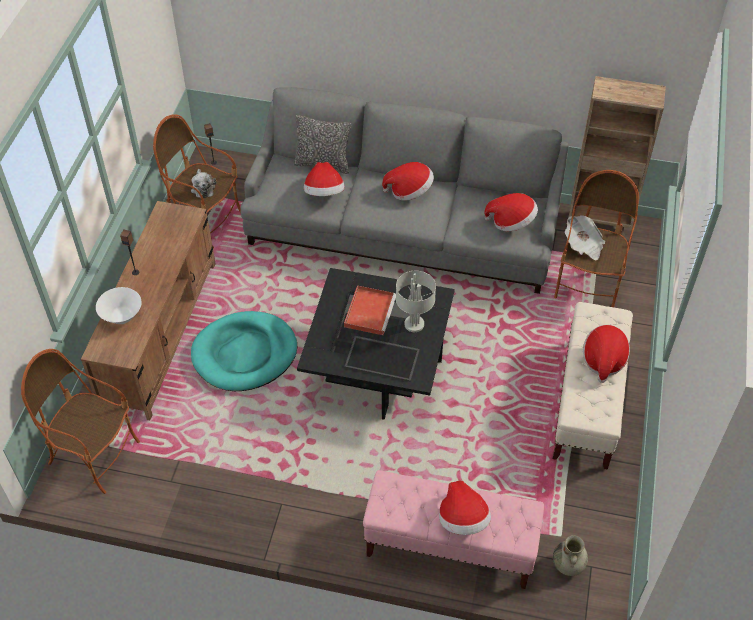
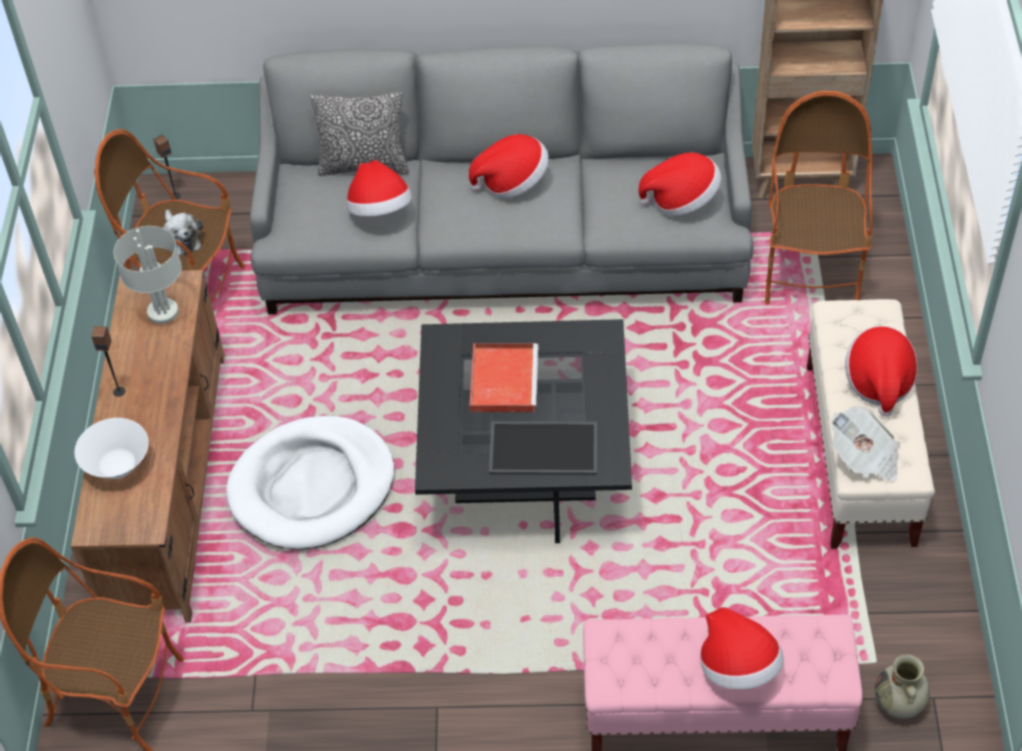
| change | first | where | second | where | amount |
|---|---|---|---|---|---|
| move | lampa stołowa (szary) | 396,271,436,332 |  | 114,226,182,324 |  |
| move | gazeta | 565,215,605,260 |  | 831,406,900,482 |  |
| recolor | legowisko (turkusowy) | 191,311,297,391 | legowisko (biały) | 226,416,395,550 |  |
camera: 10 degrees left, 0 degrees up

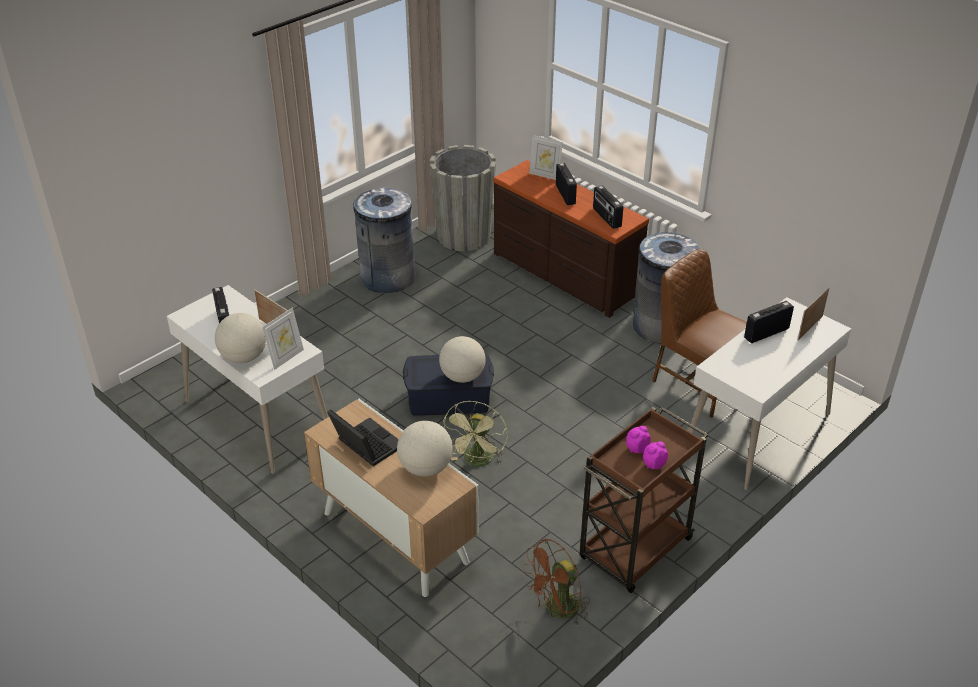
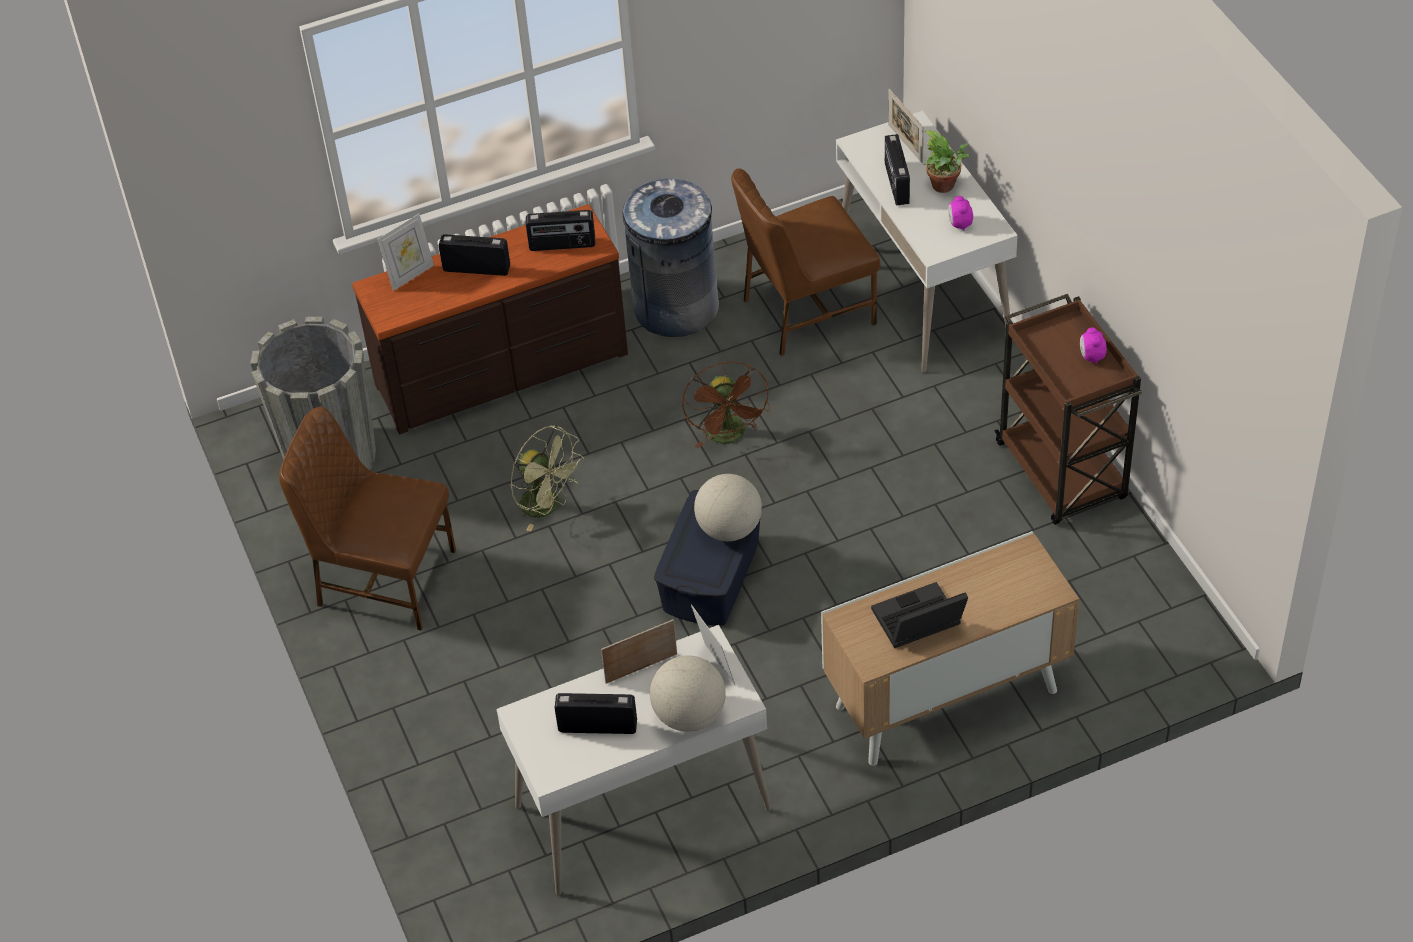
| change | first | where | second | where | amount |
|---|---|---|---|---|---|
| delete | globus | 397,421,453,477 |  |  |  |
| insert |  |  | roślina doniczkowa | 924,130,970,193 |  |
| move | wentylator (zielony) | 443,401,508,466 |  | 510,425,584,531 |  |
| move | wentylator (brązowy) | 523,538,590,625 |  | 682,362,770,448 |  |
| move | budzik | 626,426,651,453 |  | 948,196,973,231 |  |
| replace | kosz na śmieci (szary) | 353,188,416,293 | krzesło (brązowy) | 279,407,456,631 |  |
camera: 65 degrees left, 10 degrees up

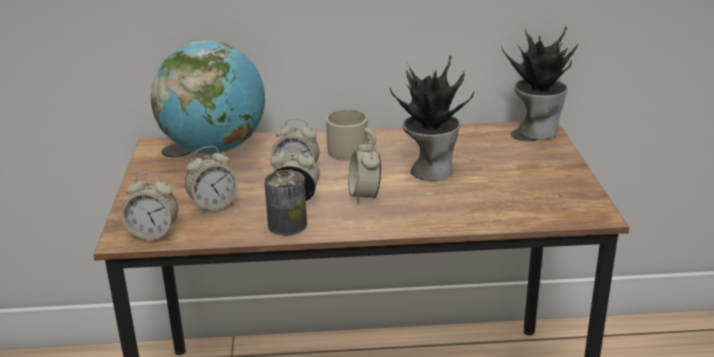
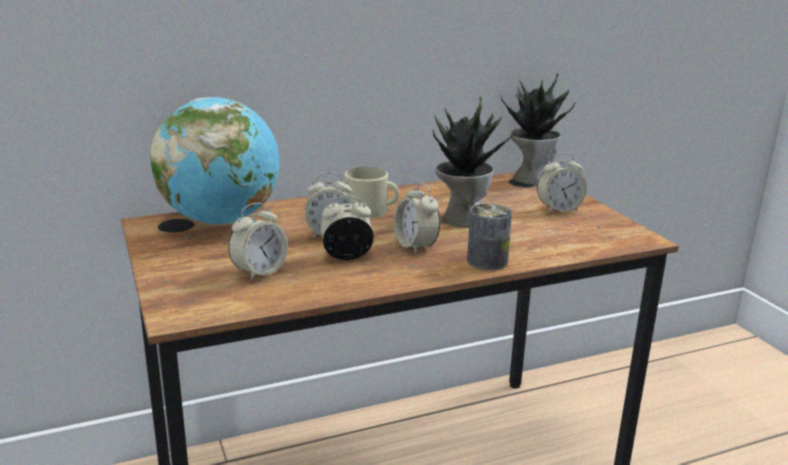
| change | first | where | second | where | amount |
|---|---|---|---|---|---|
| move | budzik | 121,173,178,240 |  | 537,153,587,214 |  |
| move | puszka | 264,170,307,236 |  | 467,203,512,271 |  |
camera: 20 degrees left, 5 degrees down

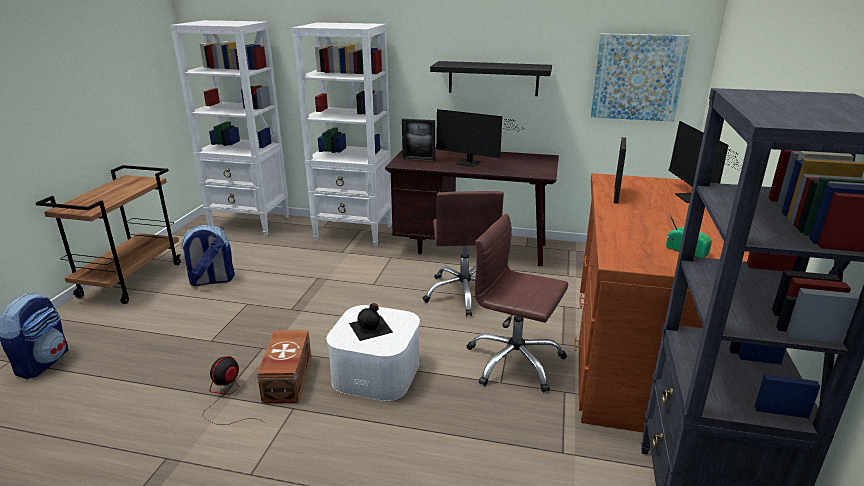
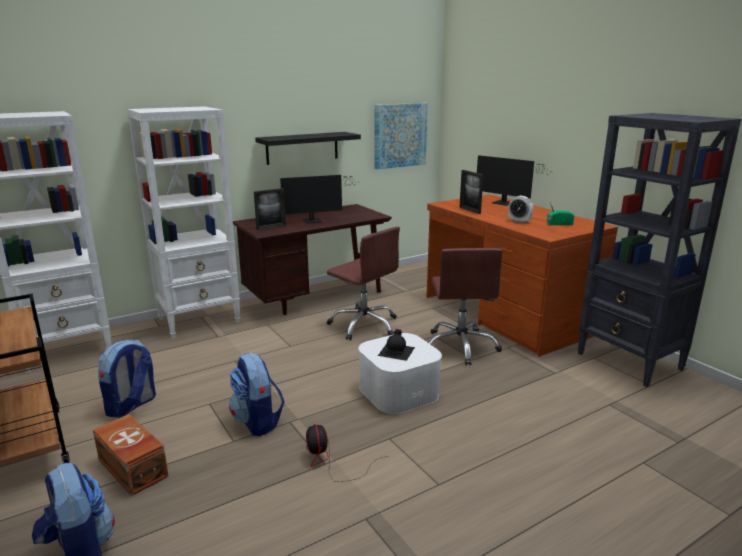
| change | first | where | second | where | amount |
|---|---|---|---|---|---|
| insert |  |  | plecak | 229,353,285,436 |  |
| insert |  |  | budzik | 508,196,533,224 |  |
| move | pojemnik do przechowywania (brązowy) | 257,330,311,403 |  | 93,414,169,496 |  |
| rotate | krzesło biurowe (brązowy) | 467,213,568,393 |  | 428,248,503,365 | 75 degrees counterclockwise |
camera: 45 degrees left, 5 degrees down

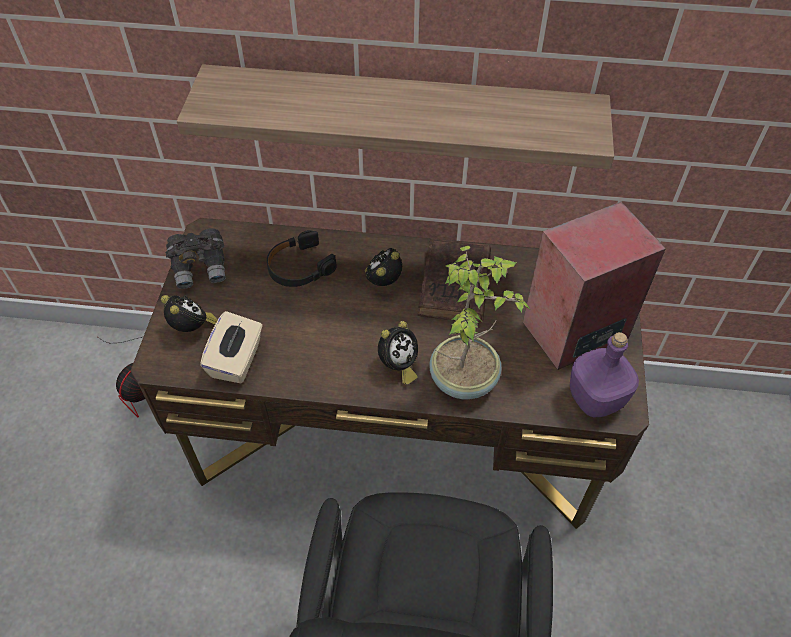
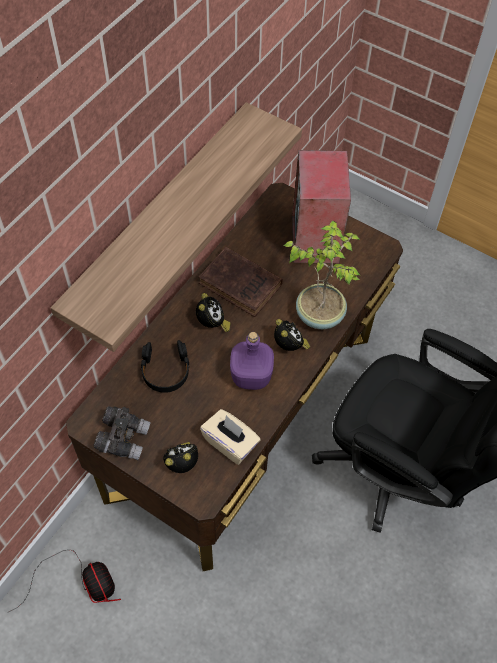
| change | first | where | second | where | amount |
|---|---|---|---|---|---|
| move | butelka (fioletowy) | 570,332,639,417 |  | 230,332,274,390 |  |
| rotate | budzik | 365,248,402,286 |  | 196,293,231,332 | 150 degrees counterclockwise |
camera: 65 degrees left, 5 degrees up

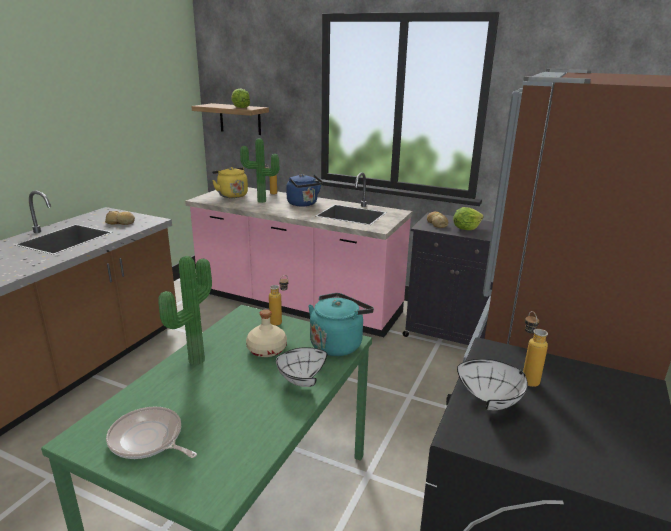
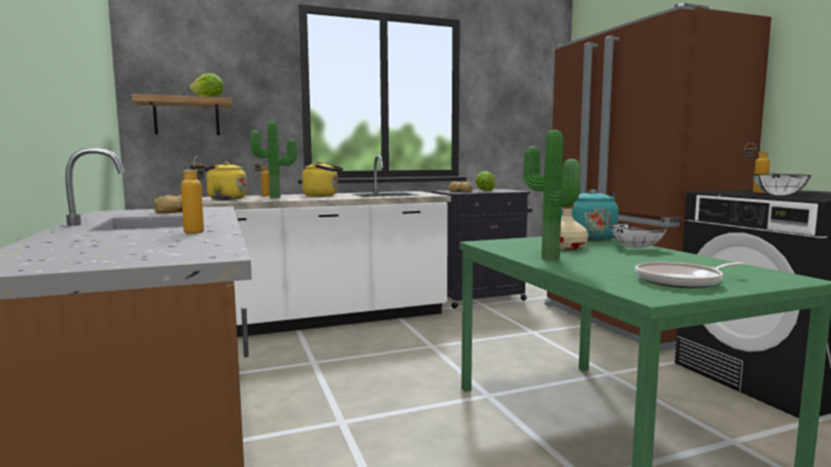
| change | first | where | second | where | amount |
|---|---|---|---|---|---|
| move | butelka | 269,275,288,326 |  | 181,156,205,234 |  |
| recolor | zabudowa kuchenna (różowy) | 185,172,413,337 | zabudowa kuchenna (biały) | 202,155,451,337 |  |
| recolor | czajnik (niebieski) | 286,174,323,207 | czajnik (żółty) | 302,161,343,196 |  |
camera: 45 degrees left, 15 degrees down

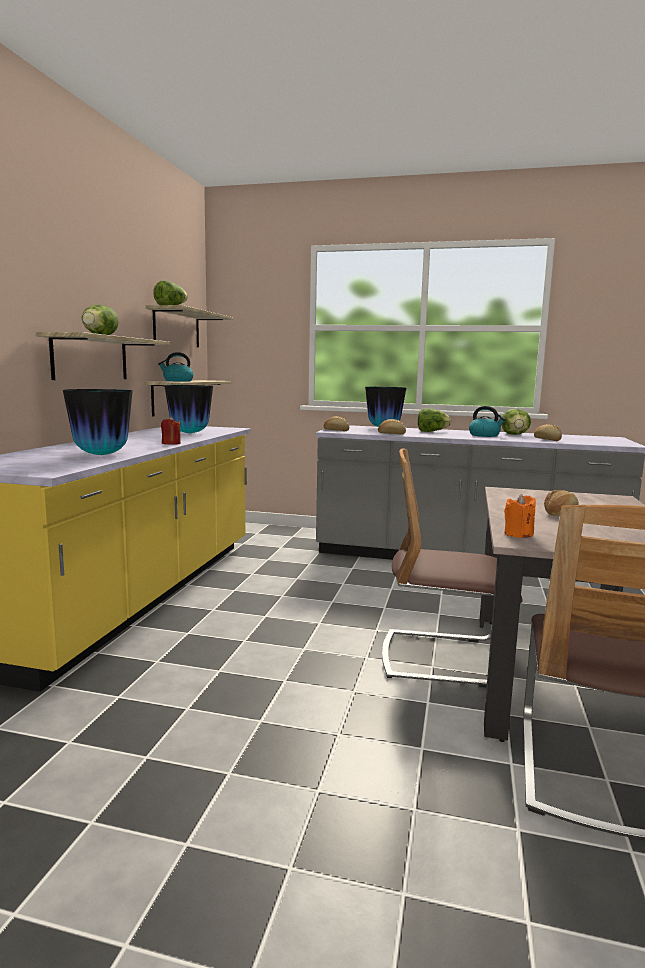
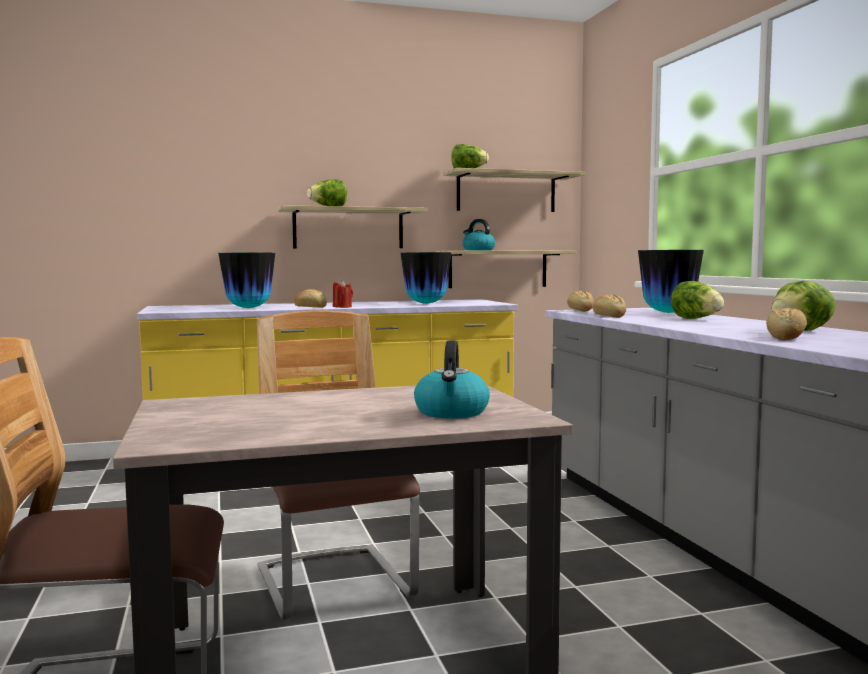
| change | first | where | second | where | amount |
|---|---|---|---|---|---|
| delete | świeca (pomarańczowy) | 504,494,536,538 |  |  |  |
| move | czajnik | 469,406,506,437 |  | 414,341,490,419 |  |
| move | chleb | 544,490,579,516 |  | 294,289,327,308 |  |
camera: 60 degrees right, 5 degrees down

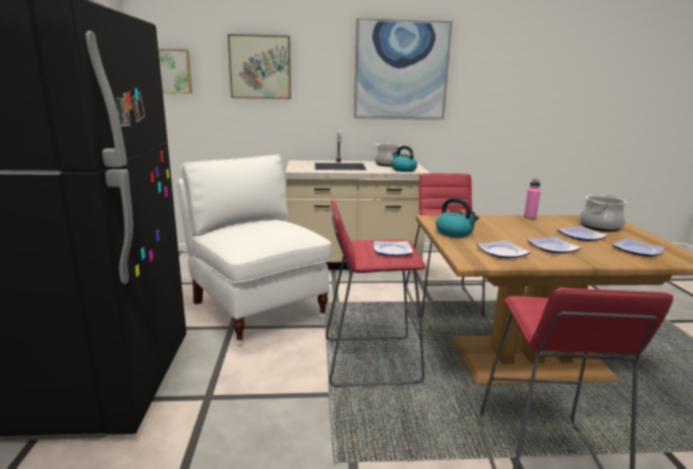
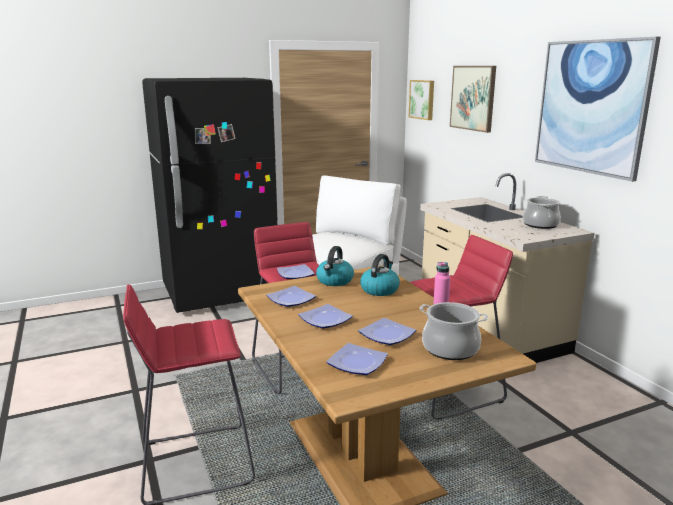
| change | first | where | second | where | amount |
|---|---|---|---|---|---|
| move | czajnik | 392,146,417,172 |  | 360,254,400,296 |  |
camera: 70 degrees right, 0 degrees up

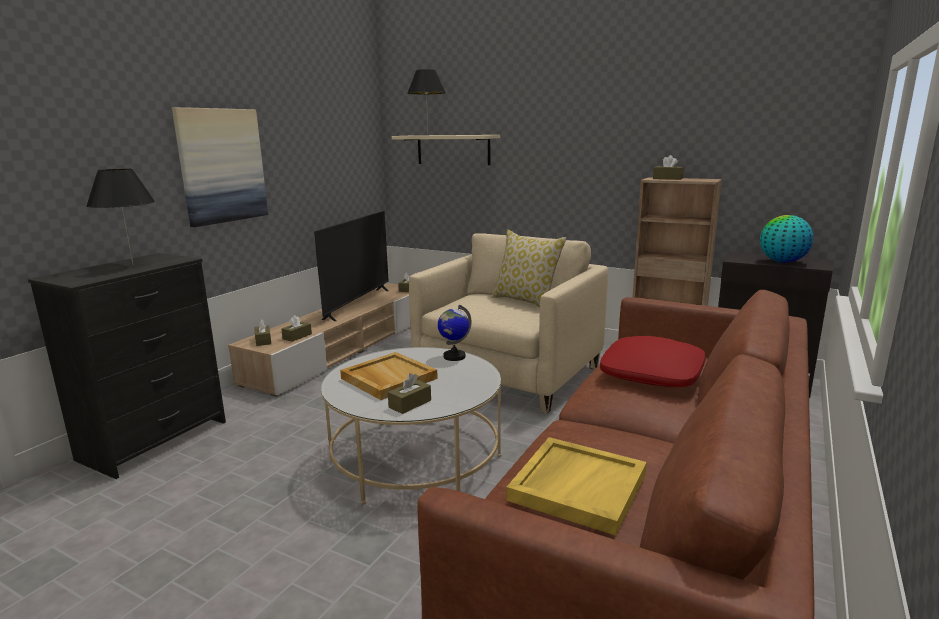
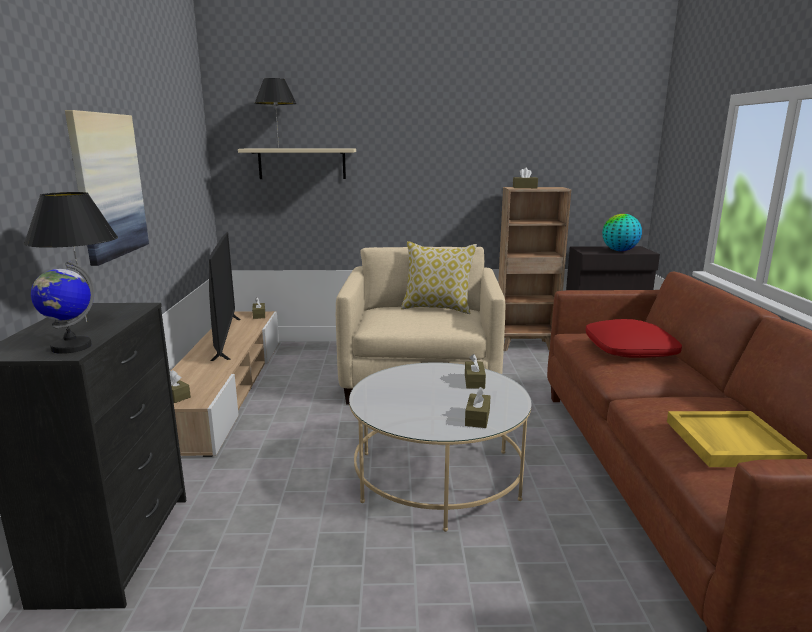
| change | first | where | second | where | amount |
|---|---|---|---|---|---|
| delete | taca (beżowy) | 340,352,438,400 |  |  |  |
| move | pudełko chusteczek (brązowy) | 281,315,312,342 |  | 465,354,486,389 |  |
| move | globus | 438,305,472,361 |  | 31,261,94,354 |  |
camera: 30 degrees left, 0 degrees up

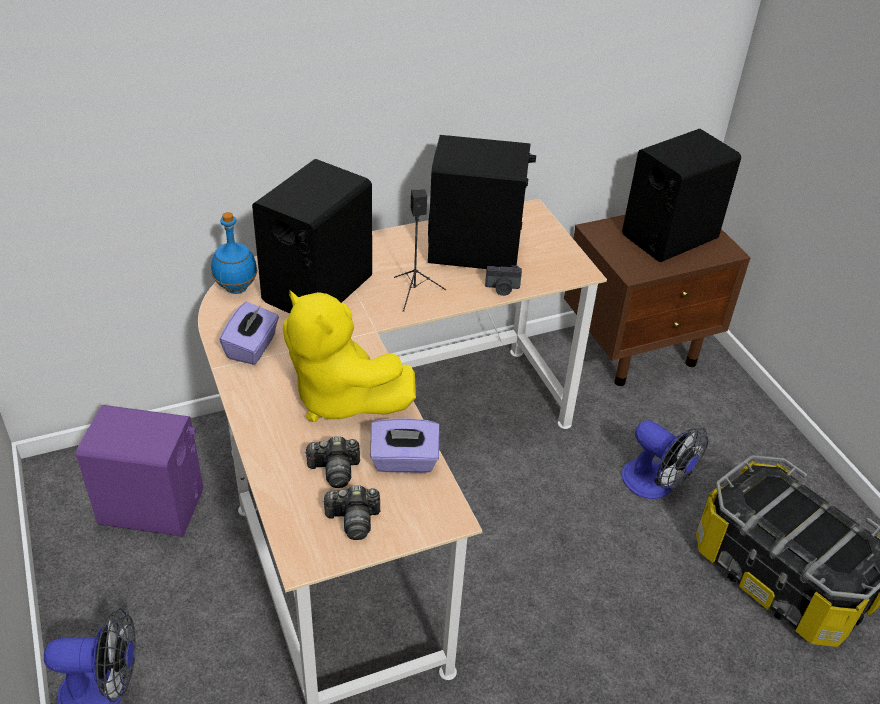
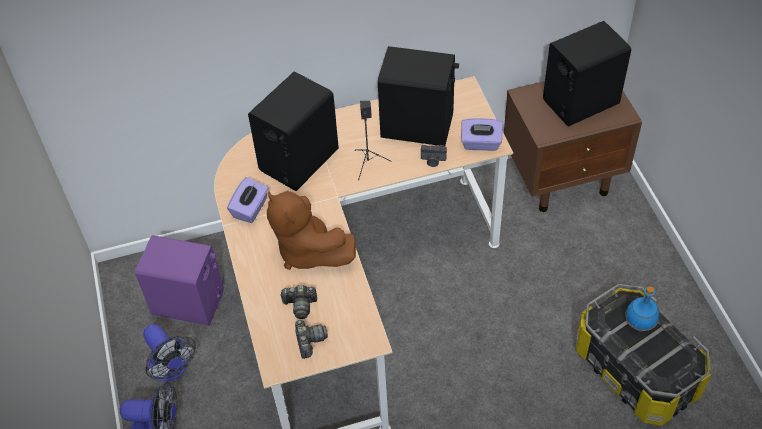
| change | first | where | second | where | amount |
|---|---|---|---|---|---|
| move | butelka (niebieski) | 211,212,257,294 |  | 625,286,659,331 |  |
| move | pudełko chusteczek (fioletowy) | 370,418,439,473 |  | 461,118,503,151 |  |
| move | wentylator | 621,420,708,499 |  | 143,324,196,382 |  |
| recolor | pluszak (żółty) | 283,290,416,422 | pluszak (brązowy) | 267,191,356,270 |  |
| rotate | aparat fotograficzny | 322,485,380,540 |  | 295,320,328,359 | 105 degrees counterclockwise |
camera: 10 degrees right, 10 degrees up

